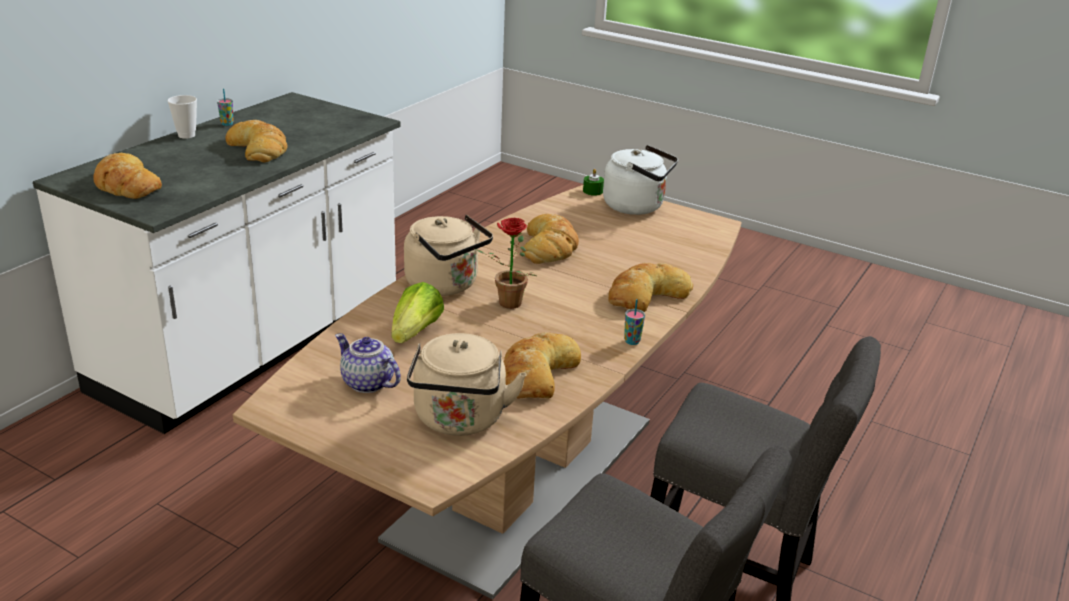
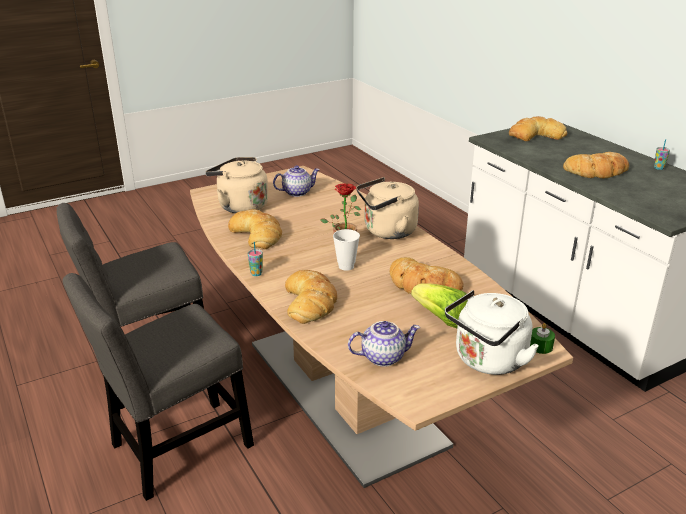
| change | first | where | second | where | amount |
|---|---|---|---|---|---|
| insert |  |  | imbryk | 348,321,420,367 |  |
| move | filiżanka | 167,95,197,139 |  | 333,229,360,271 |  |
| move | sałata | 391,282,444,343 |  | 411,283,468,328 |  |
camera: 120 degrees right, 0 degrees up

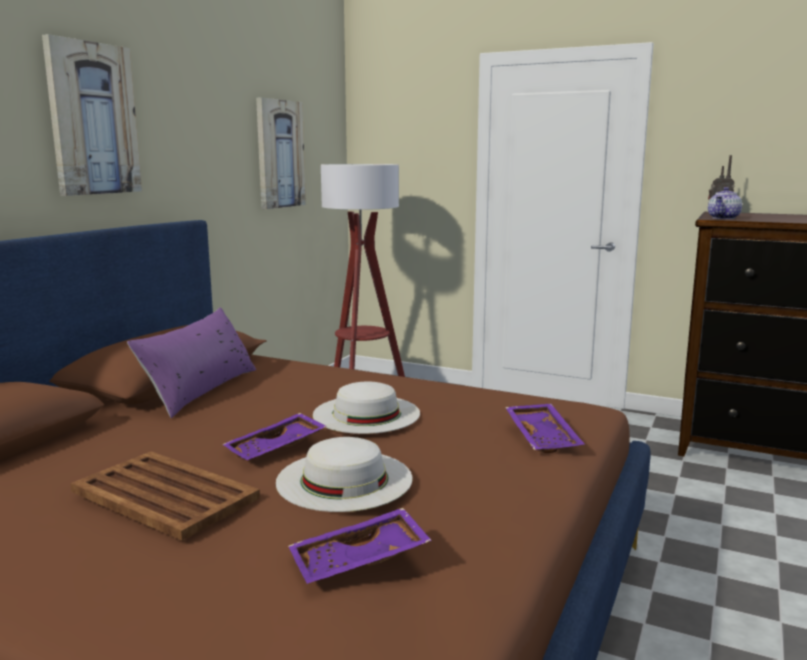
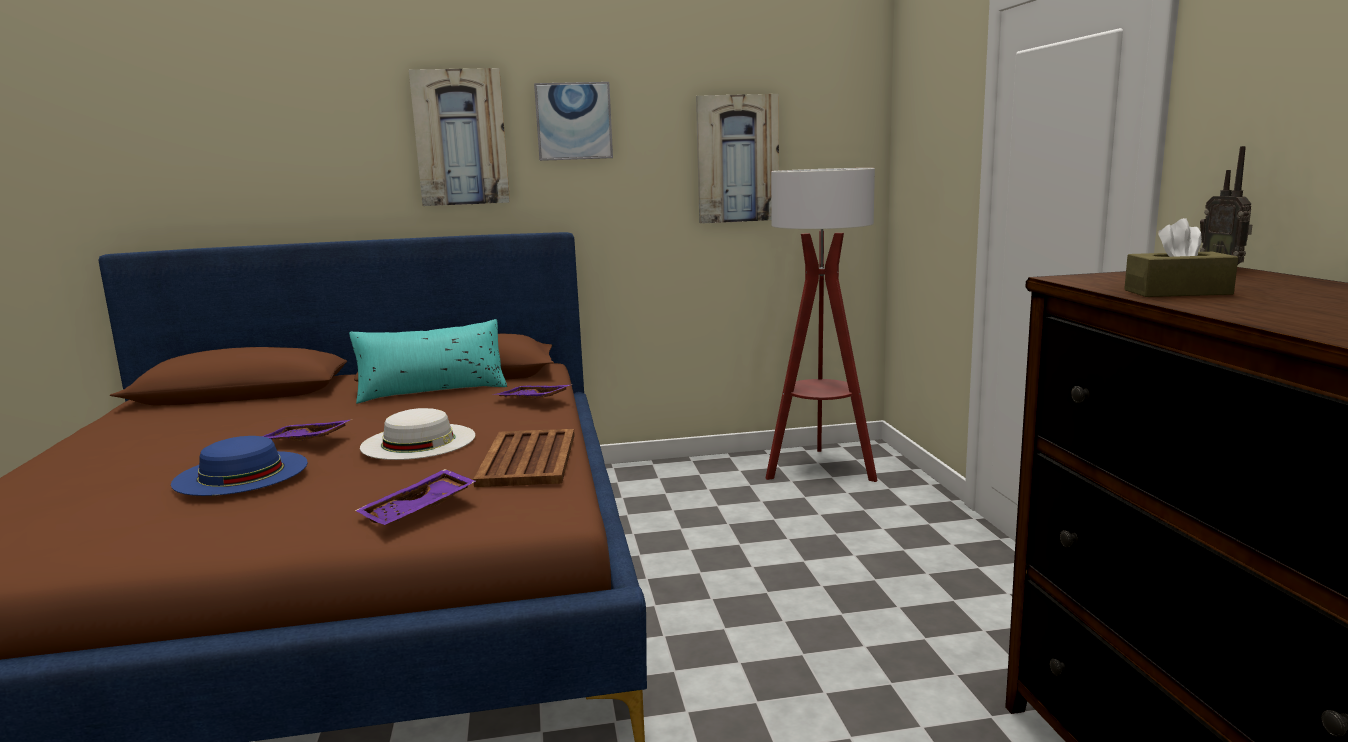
| change | first | where | second | where | amount |
|---|---|---|---|---|---|
| delete | imbryk | 708,187,742,219 |  |  |  |
| insert |  |  | obraz | 534,82,613,161 |  |
| insert |  |  | pudełko chusteczek (brązowy) | 1124,218,1238,297 |  |
| move | taca (brązowy) | 70,451,260,541 |  | 473,429,575,487 |  |
| move | taca (fioletowy) | 288,508,432,584 |  | 494,385,570,399 |  |
| recolor | poduszka (fioletowy) | 127,307,256,418 | poduszka (turkusowy) | 349,319,507,404 |  |
| recolor | kapelusz (biały) | 276,437,412,512 | kapelusz (niebieski) | 171,436,308,496 |  |
camera: 55 degrees right, 0 degrees up

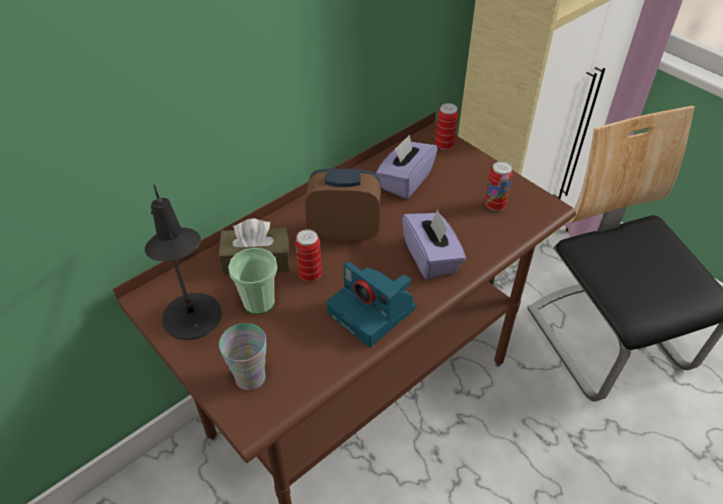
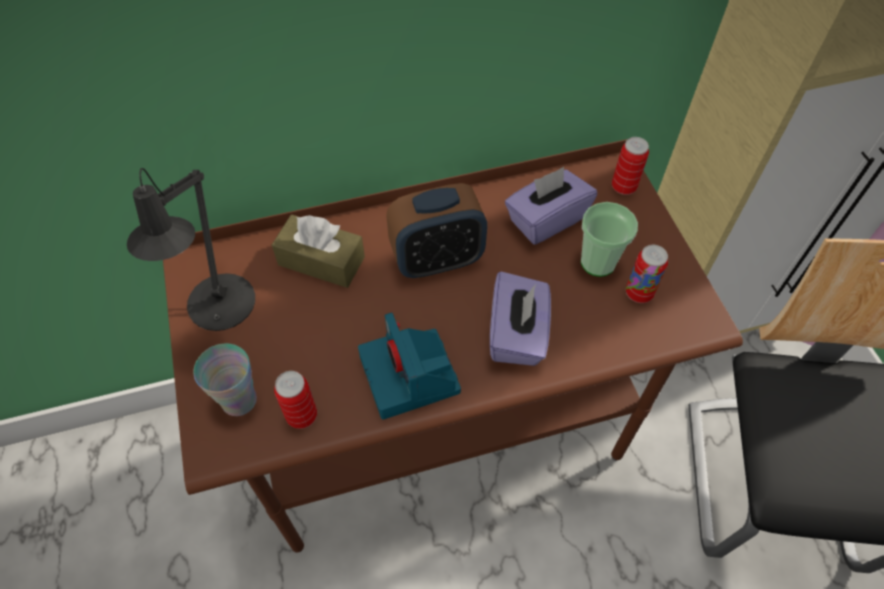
| change | first | where | second | where | amount |
|---|---|---|---|---|---|
| move | filiżanka | 228,248,277,315 |  | 581,202,638,277 |  |
| move | puszka | 295,229,322,281 |  | 274,371,317,429 |  |
| rotate | budzik | 305,168,381,241 |  | 387,183,487,279 | 135 degrees clockwise |
camera: 25 degrees right, 10 degrees up

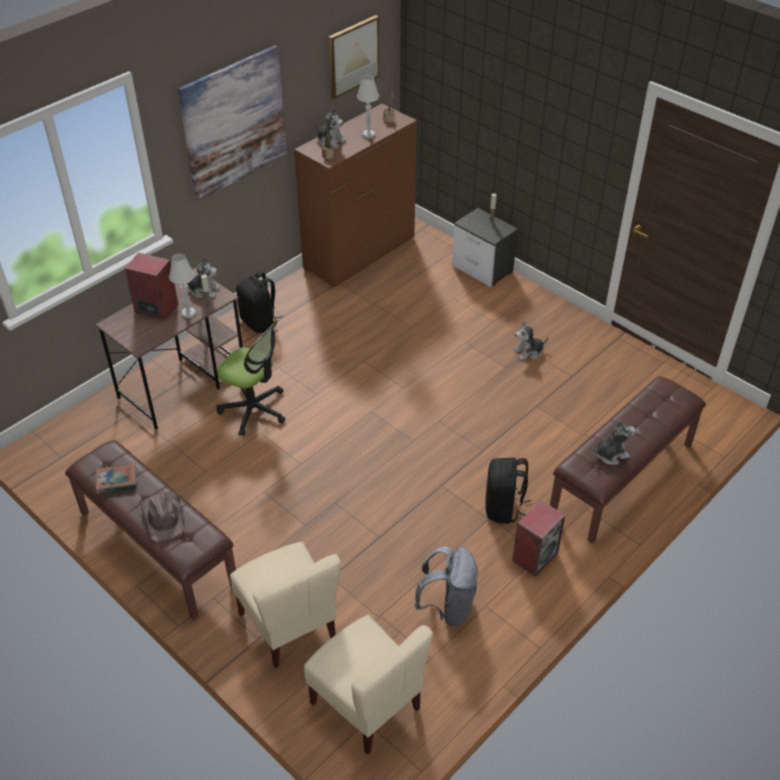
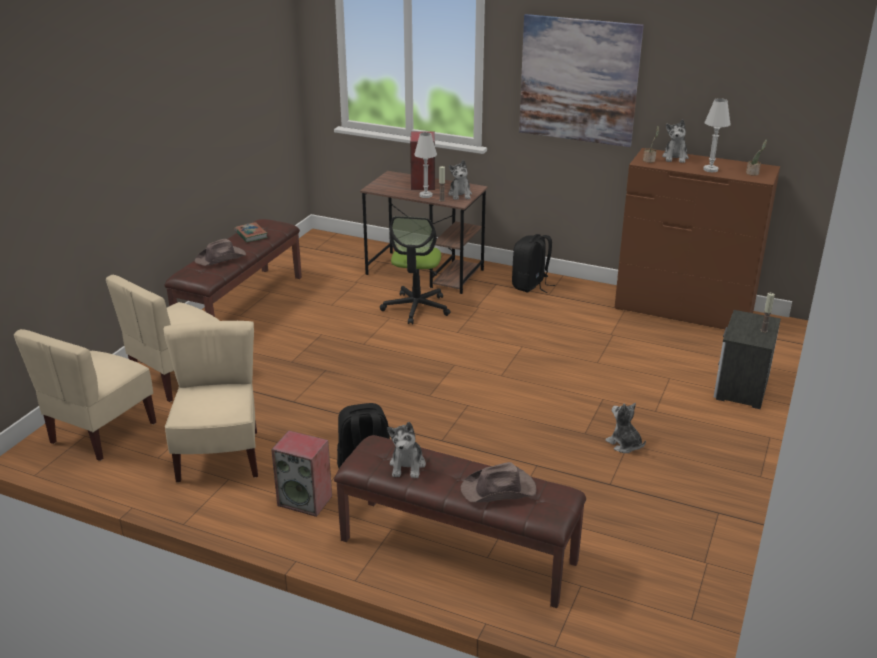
| change | first | where | second | where | amount |
|---|---|---|---|---|---|
| delete | obraz | 329,15,380,99 |  |  |  |
| insert |  |  | kapelusz (brązowy) | 461,462,537,502 |  |
| replace | plecak (szary) | 414,546,479,626 | krzesło (beżowy) | 164,321,258,483 |  |
| rotate | pluszak | 592,420,636,465 |  | 387,422,426,478 | 45 degrees clockwise |
camera: 70 degrees right, 15 degrees down

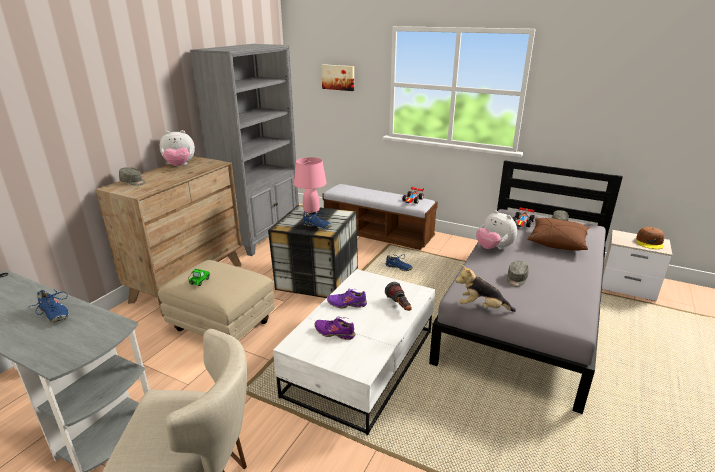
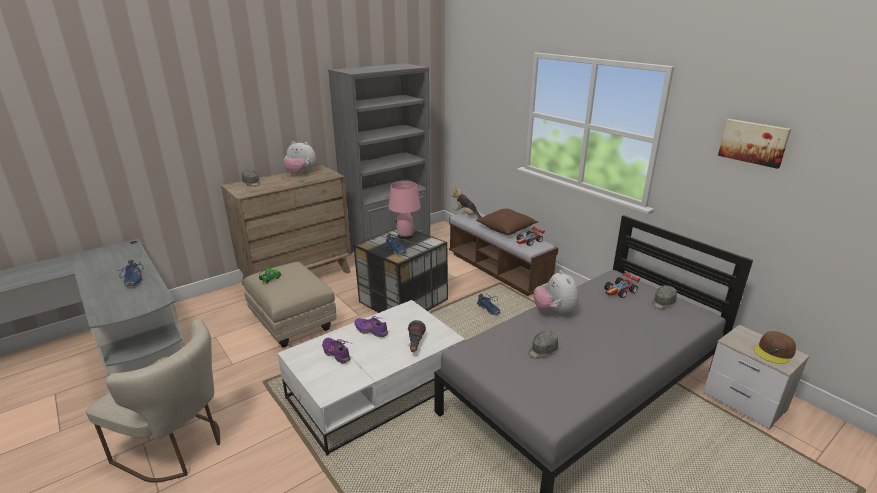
| change | first | where | second | where | amount |
|---|---|---|---|---|---|
| move | obraz | 321,64,354,91 |  | 718,119,791,169 |  |
| move | pluszak | 455,265,516,312 |  | 451,186,481,218 |  |
| move | poduszka (brązowy) | 527,218,589,251 |  | 476,209,538,235 |  |
camera: 25 degrees right, 0 degrees up

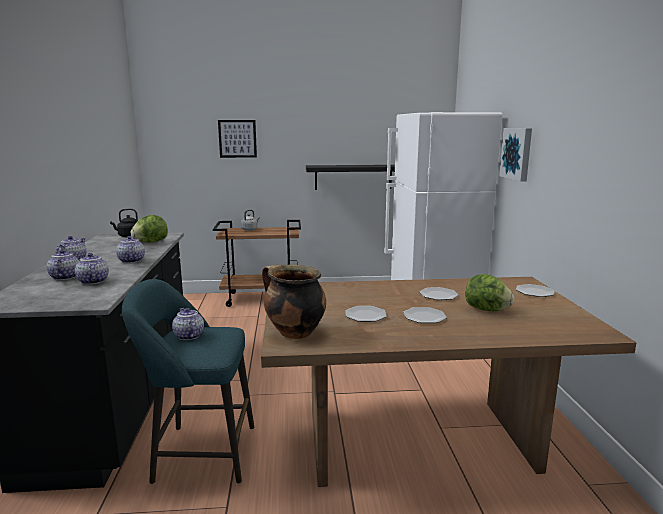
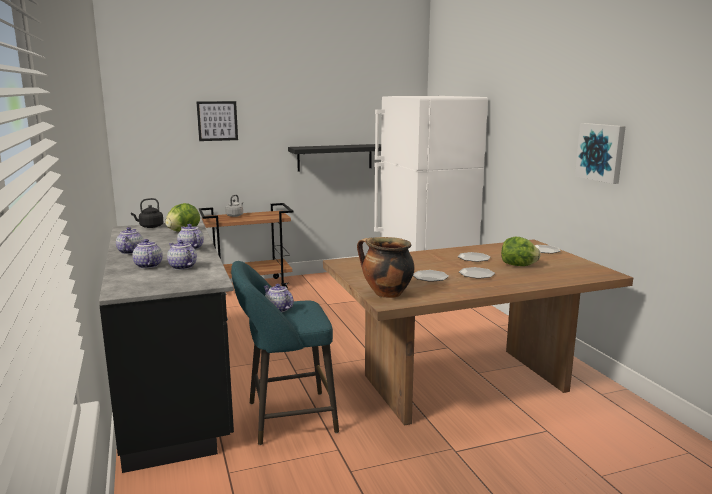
| change | first | where | second | where | amount |
|---|---|---|---|---|---|
| move | obraz | 499,128,532,182 |  | 575,123,626,184 |  |
camera: 15 degrees left, 0 degrees up

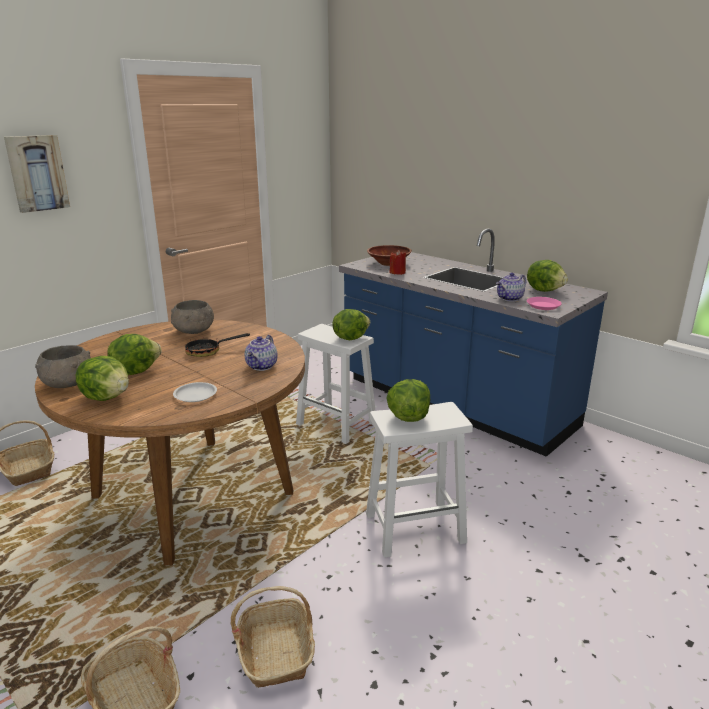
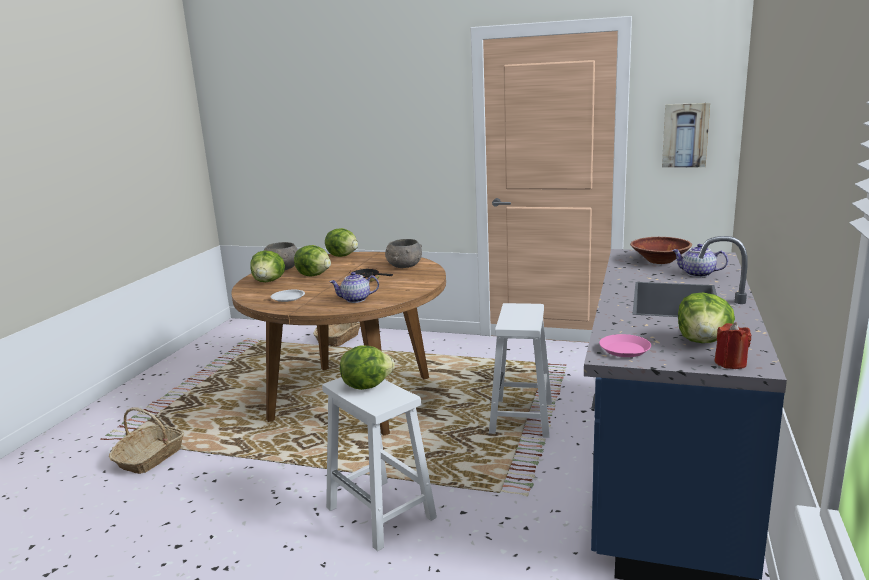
| change | first | where | second | where | amount |
|---|---|---|---|---|---|
| delete | koszyk | 231,586,315,688 |  |  |  |
| move | obraz | 4,135,70,213 |  | 662,103,710,168 |  |
| move | sałata | 332,309,370,340 |  | 325,228,358,257 |  |
| move | świeca (czerwony) | 389,250,406,275 |  | 715,322,751,369 |  |
| move | imbryk | 496,273,526,302 |  | 672,244,728,277 |  |
camera: 65 degrees right, 5 degrees down

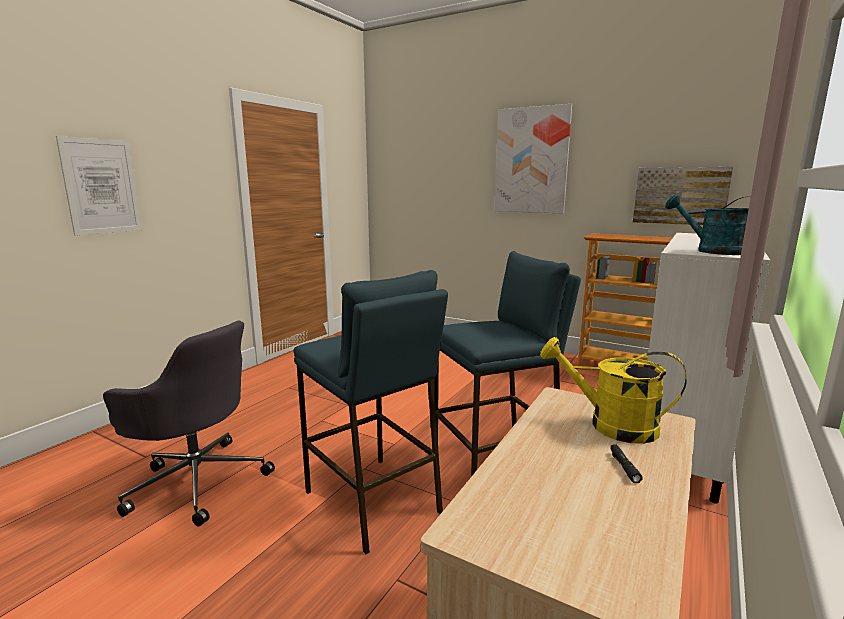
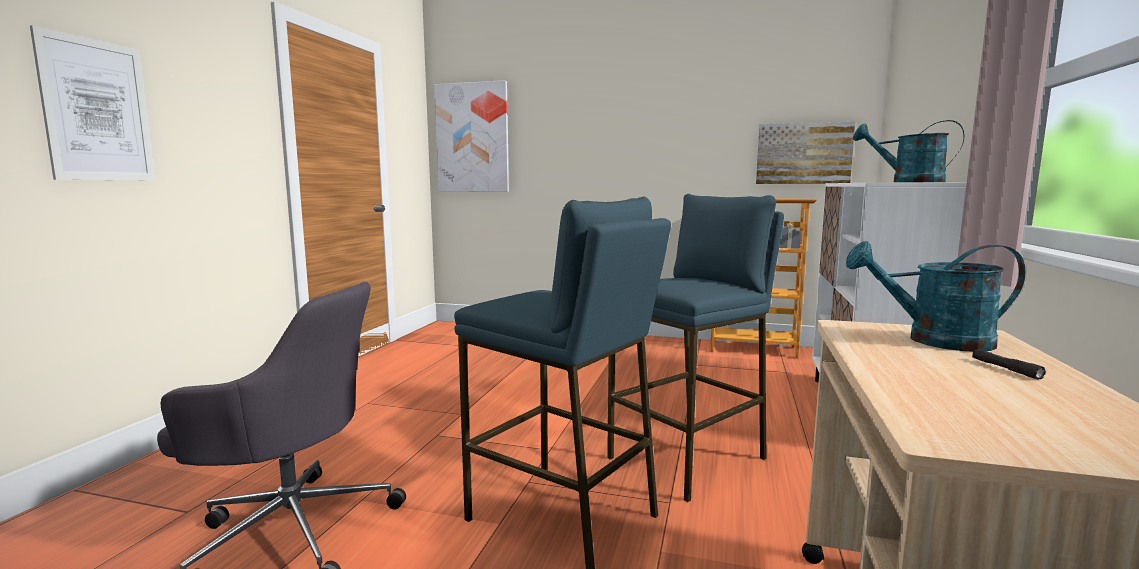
| change | first | where | second | where | amount |
|---|---|---|---|---|---|
| move | obraz | 494,104,572,213 |  | 434,80,509,192 |  |
| recolor | konewka (żółty) | 540,337,687,444 | konewka (turkusowy) | 846,241,1026,352 |  |
camera: 15 degrees left, 5 degrees down

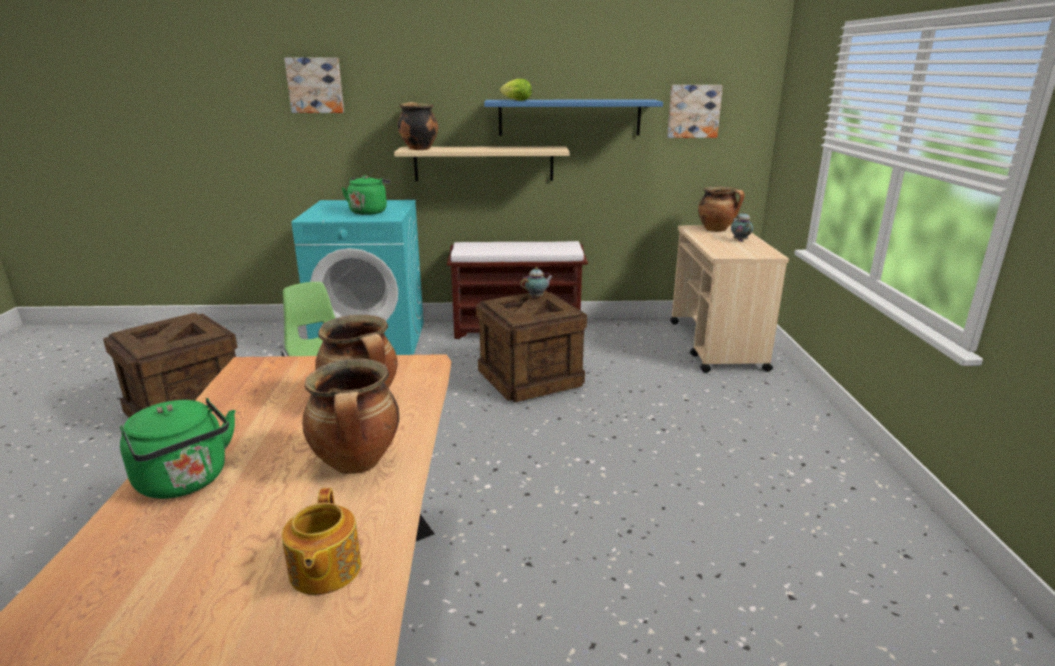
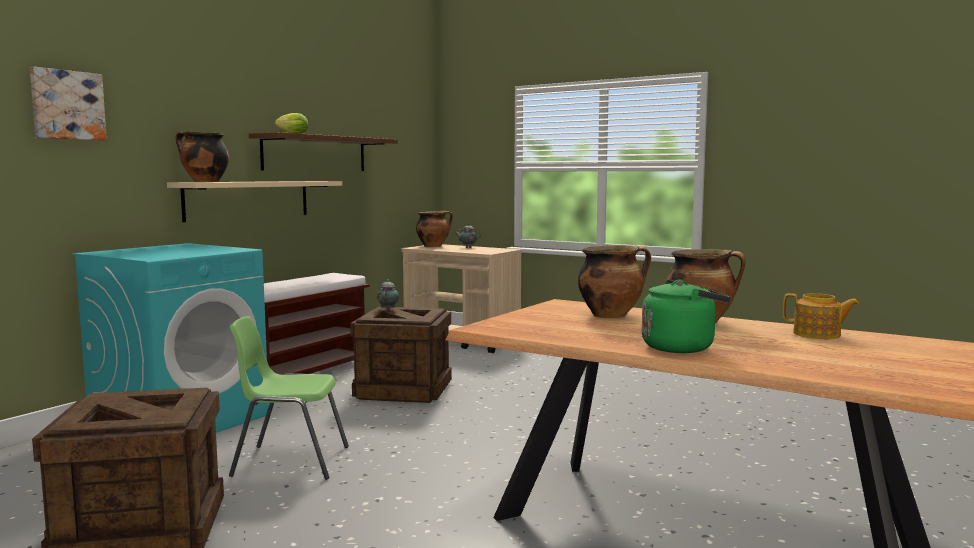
| change | first | where | second | where | amount |
|---|---|---|---|---|---|
| delete | czajnik (zielony) | 342,175,391,215 |  |  |  |
| delete | obraz | 667,85,723,138 |  |  |  |
| recolor | półka (niebieski) | 484,99,663,136 | półka (brązowy) | 249,132,398,171 |  |
camera: 55 degrees left, 15 degrees down

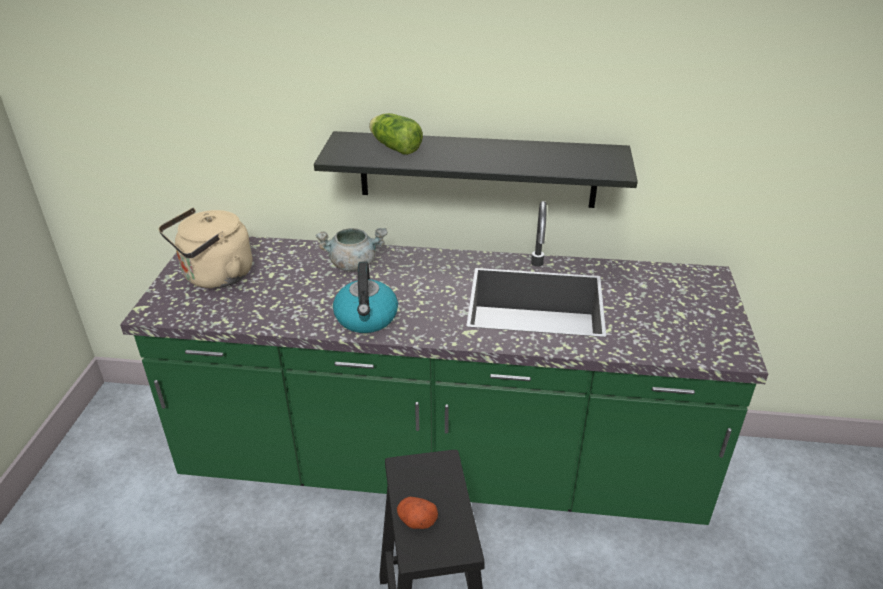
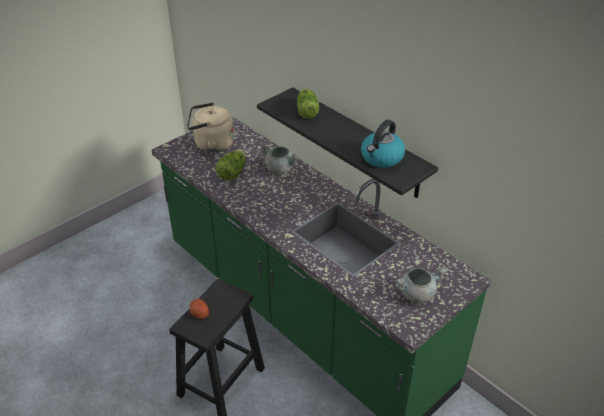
| change | first | where | second | where | amount |
|---|---|---|---|---|---|
| insert |  |  | sałata | 215,150,245,181 |  |
| insert |  |  | garnek (szary) | 396,267,447,303 |  |
| move | czajnik | 333,262,398,333 |  | 361,120,405,168 |  |
camera: 40 degrees right, 5 degrees up

